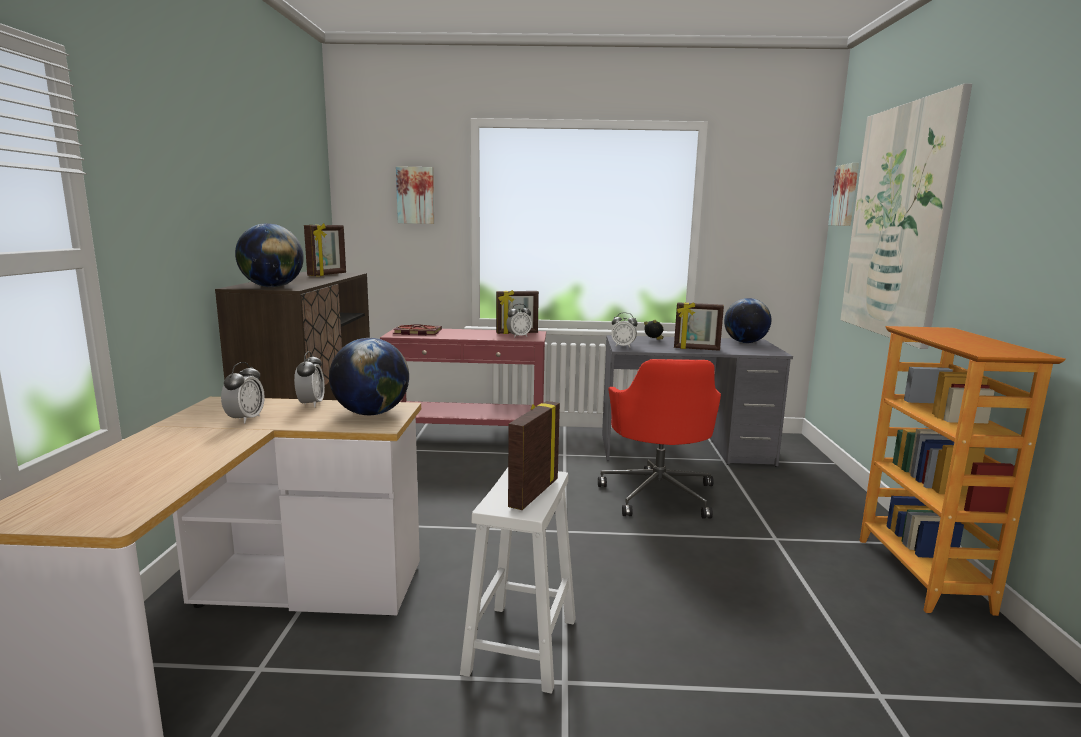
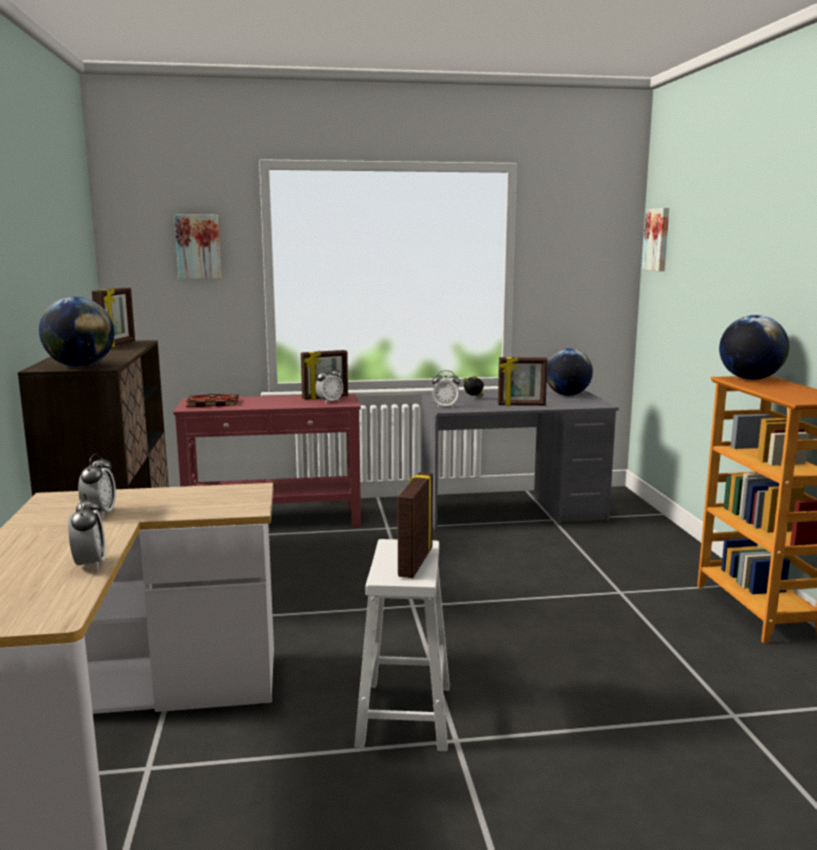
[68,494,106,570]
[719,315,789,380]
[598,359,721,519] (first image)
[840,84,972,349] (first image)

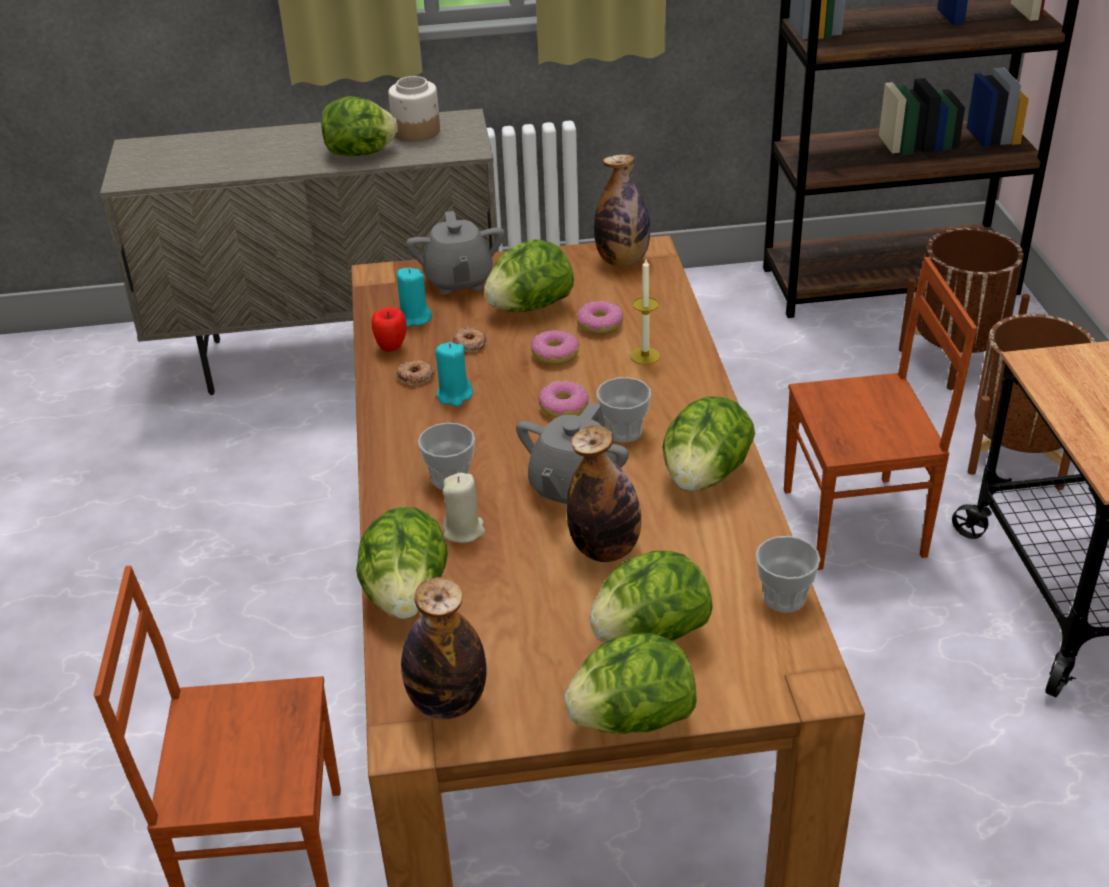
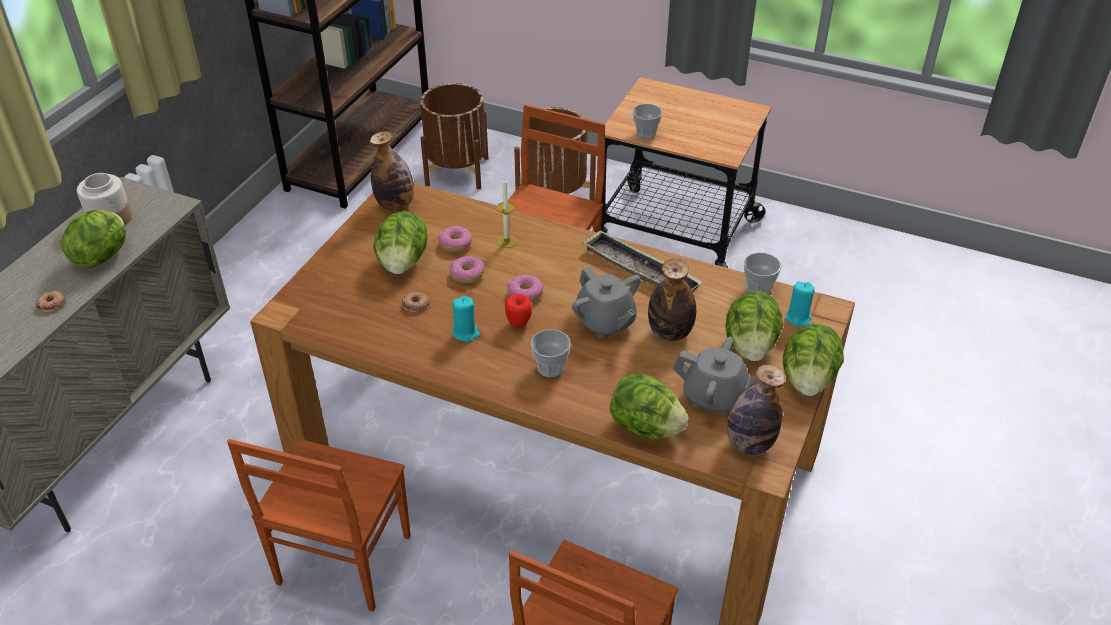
[505,294,532,328]
[786,282,815,327]
[36,291,65,312]
[673,337,759,415]
[443,473,485,543] (first image)
[633,104,662,139]
[582,230,702,291]
[227,439,411,611]

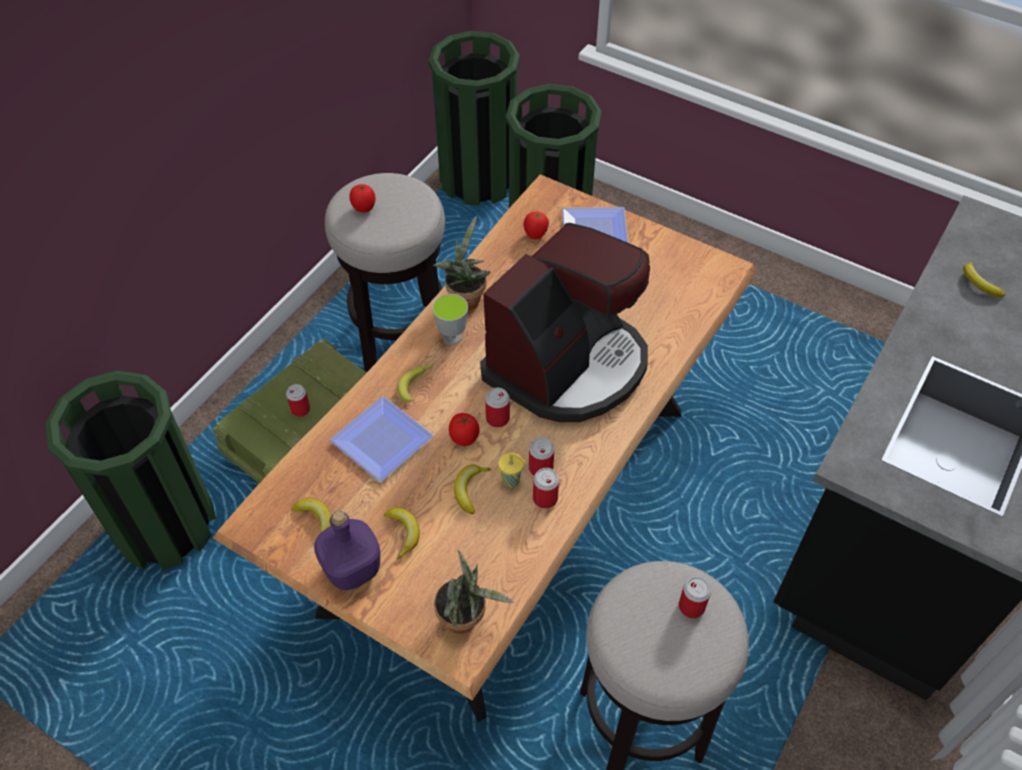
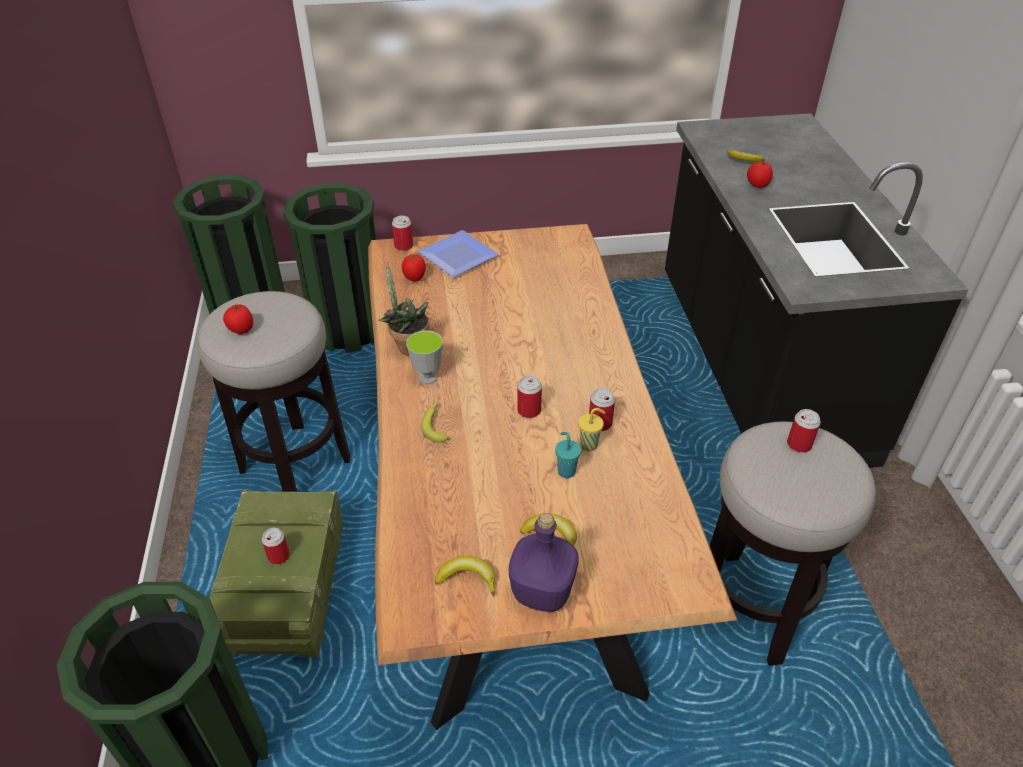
[329,396,434,482] (first image)
[434,550,514,634] (first image)
[747,162,773,188]
[555,432,581,478]
[480,223,650,422] (first image)
[392,216,413,251]

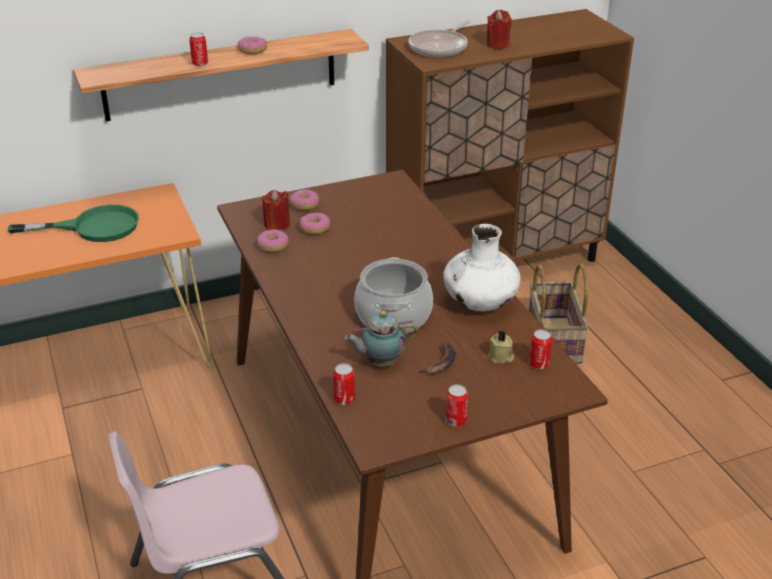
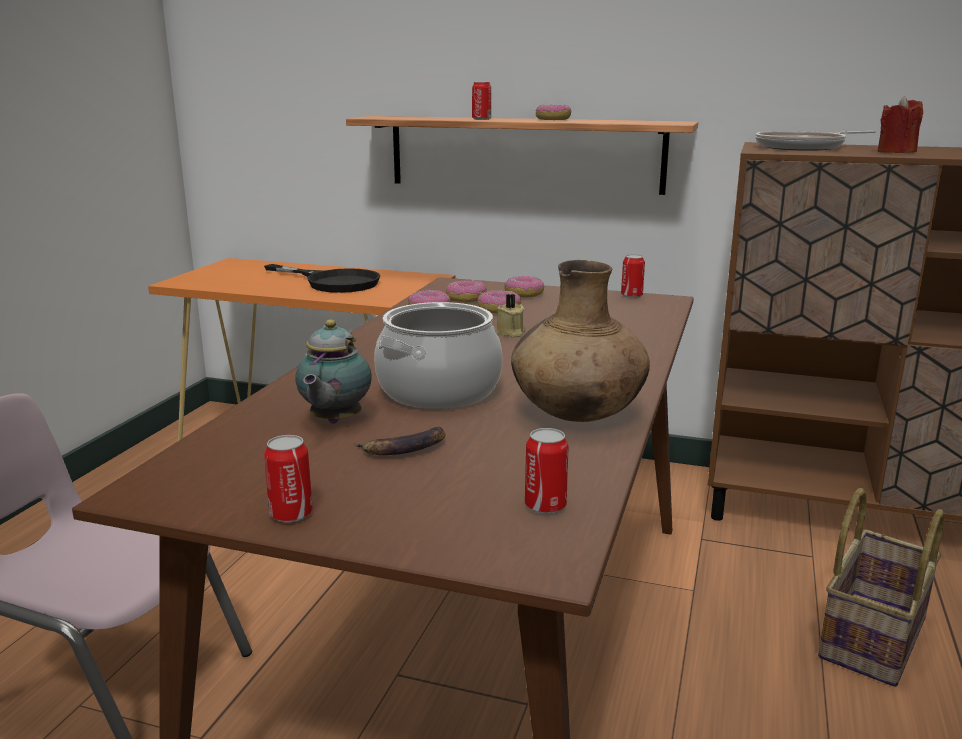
[264,264,380,293]
[446,280,487,302]
[621,254,645,298]
[295,320,372,424]
[511,260,650,422]
[496,294,525,337]

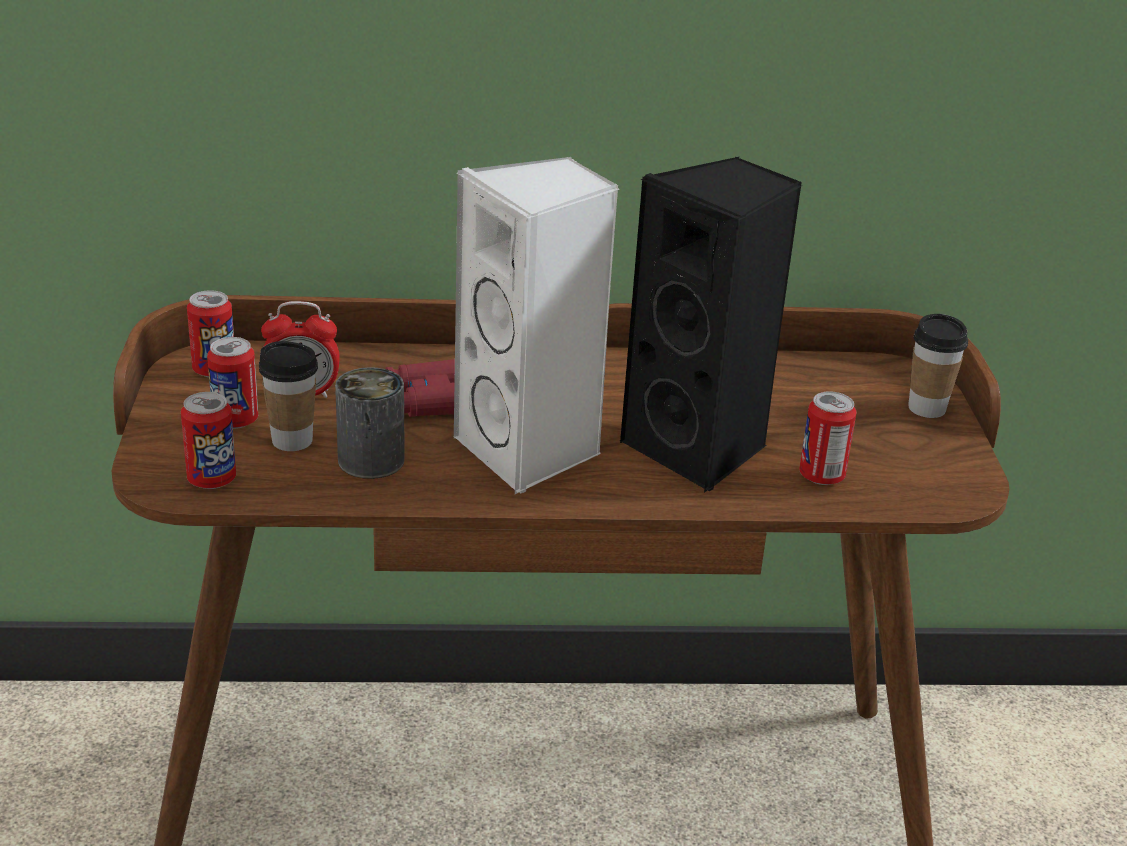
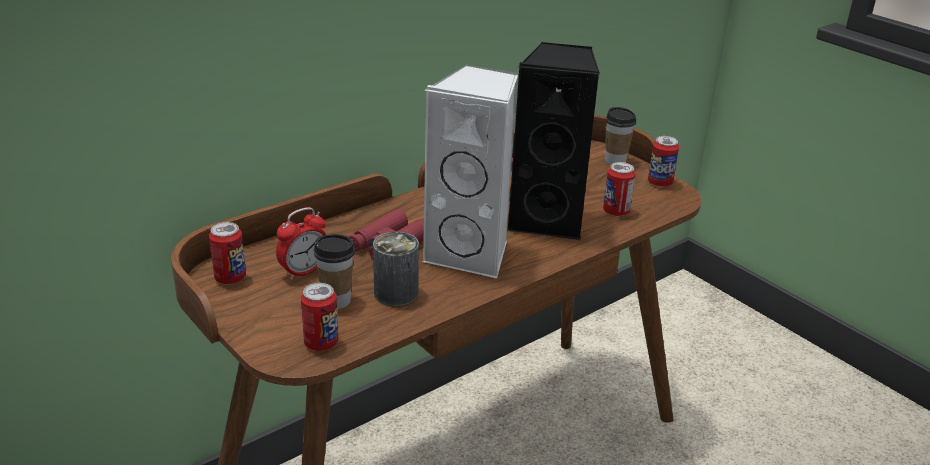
[648,136,679,188]

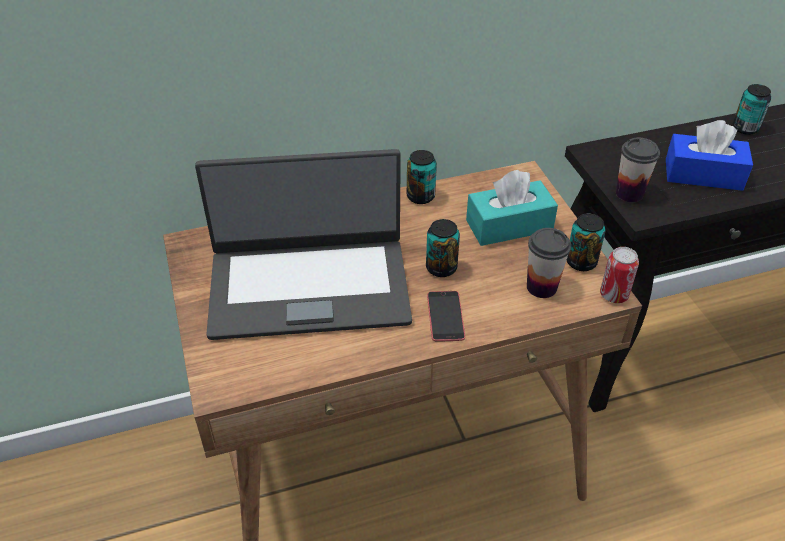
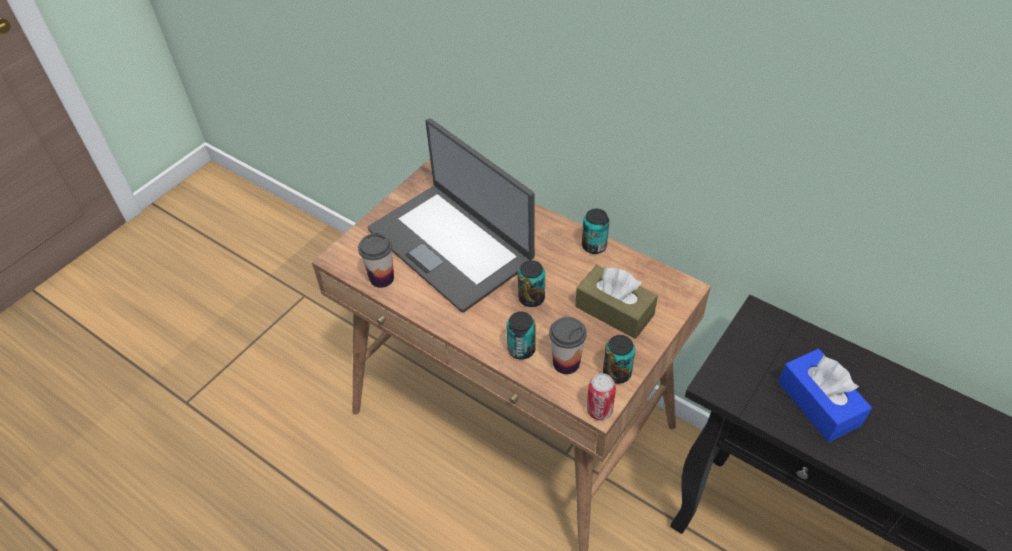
[427,291,465,342] (first image)
[575,265,658,339]
[358,233,394,288]
[507,311,536,360]

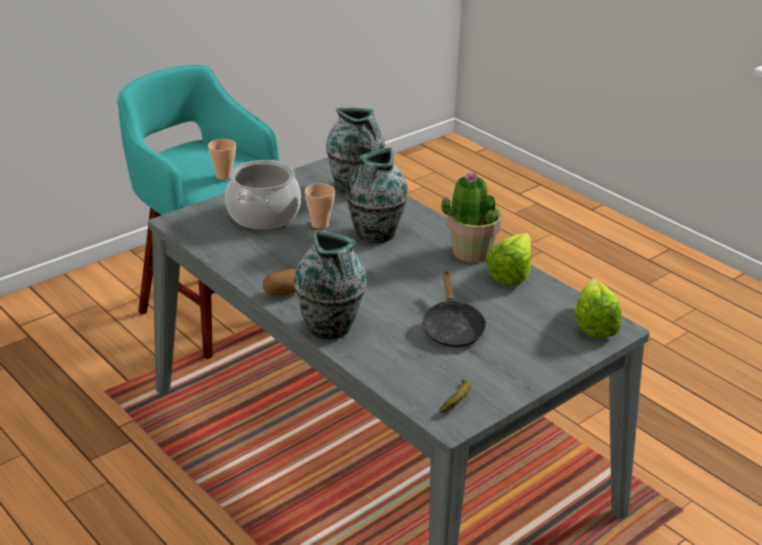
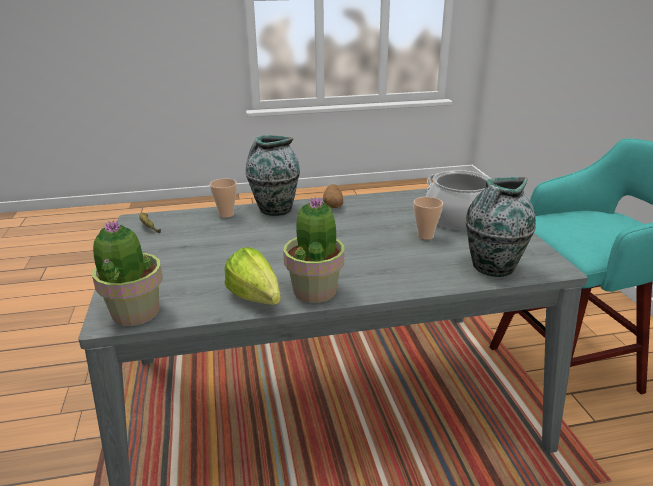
[210,179,237,218]
[345,147,408,243] (first image)
[421,270,487,347] (first image)
[92,220,163,326]

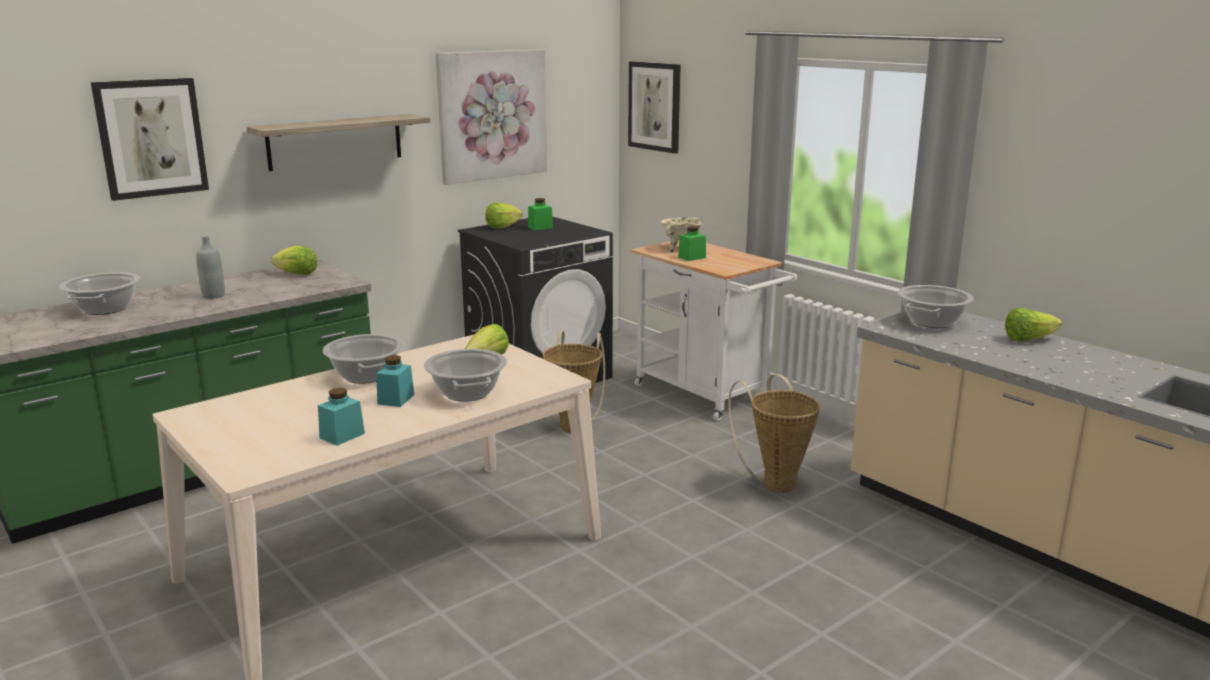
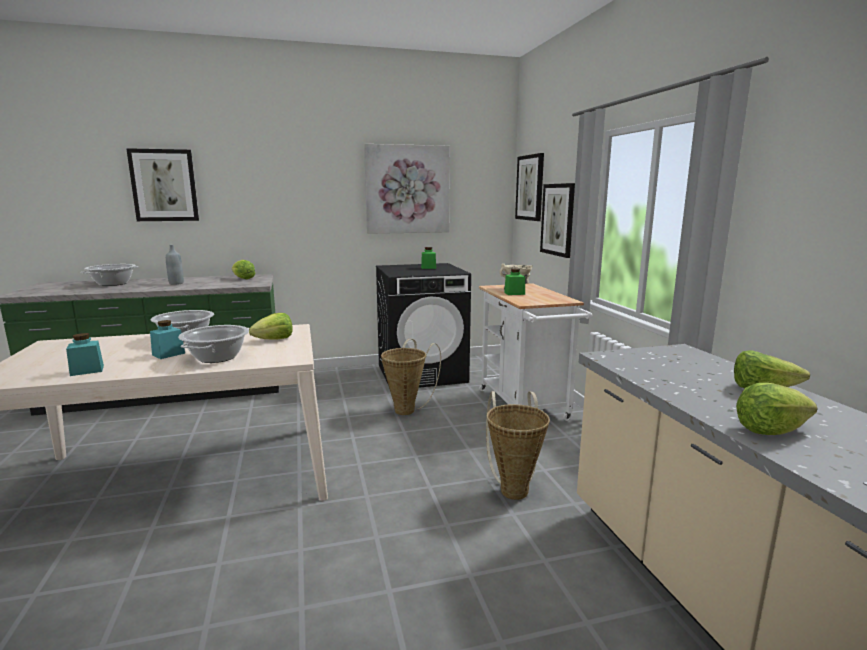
[247,114,430,171] (first image)
[736,383,818,435]
[898,285,973,328] (first image)
[540,183,575,258]

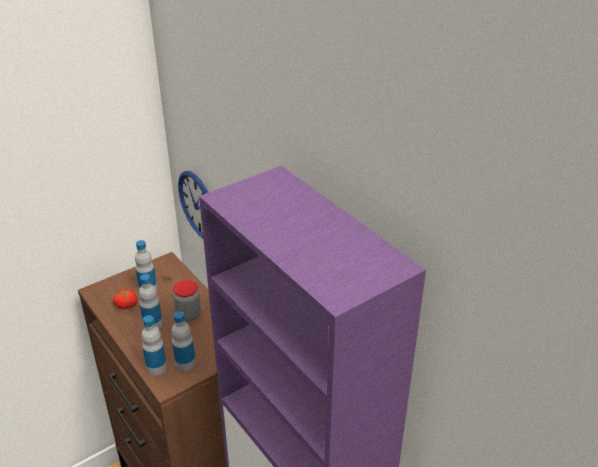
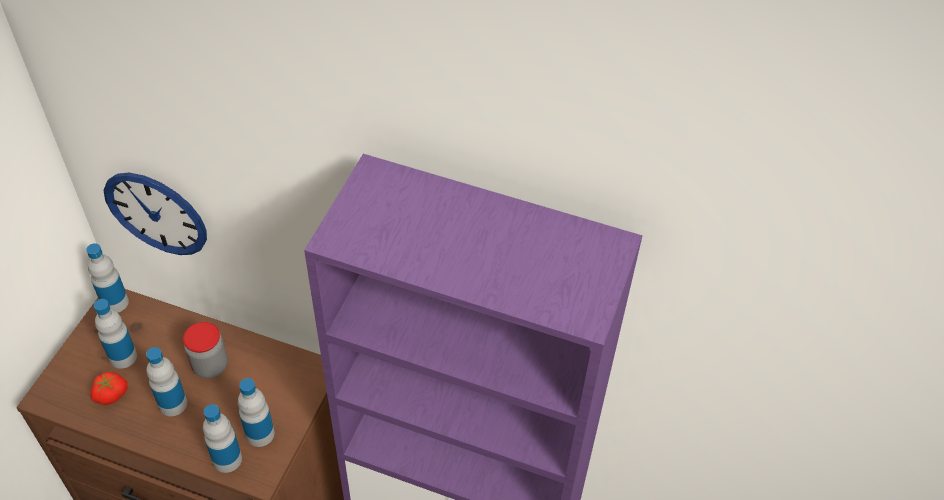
[86,243,129,313]

